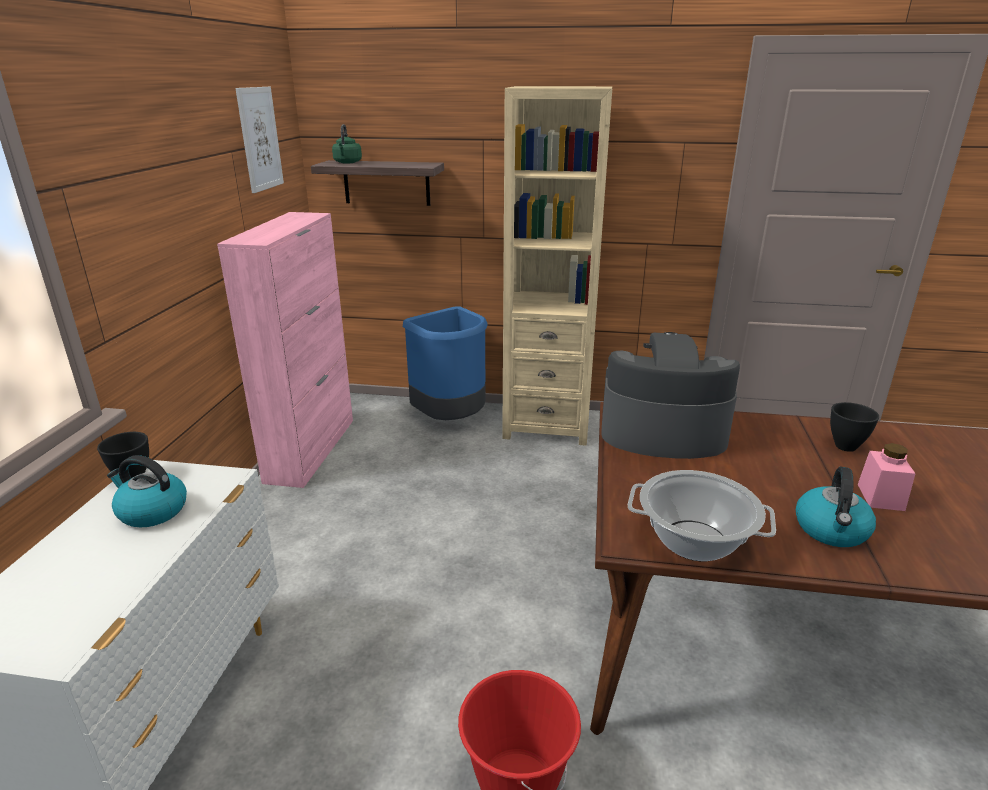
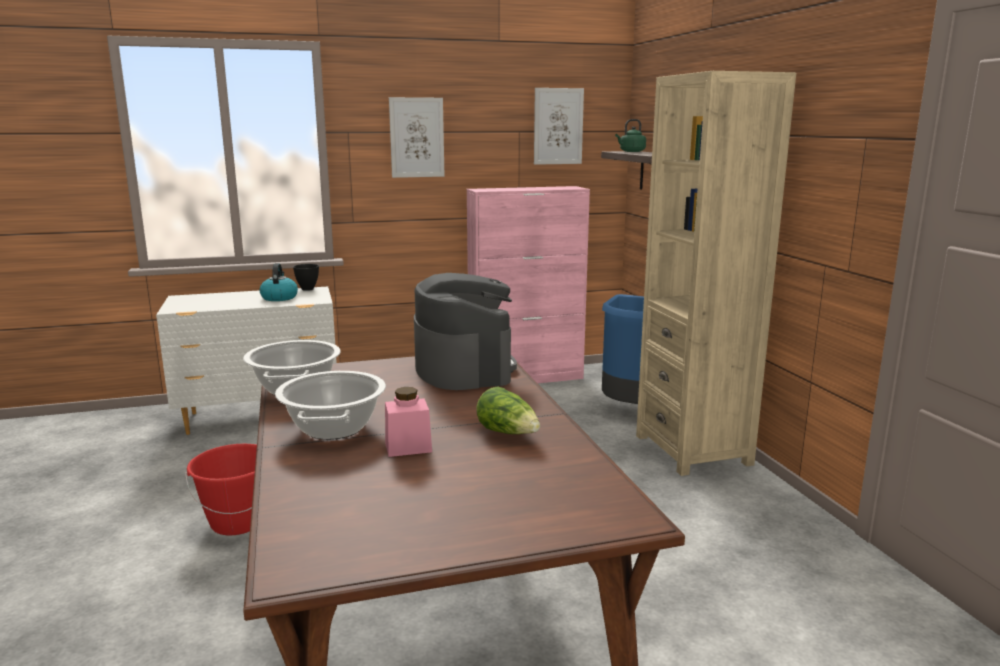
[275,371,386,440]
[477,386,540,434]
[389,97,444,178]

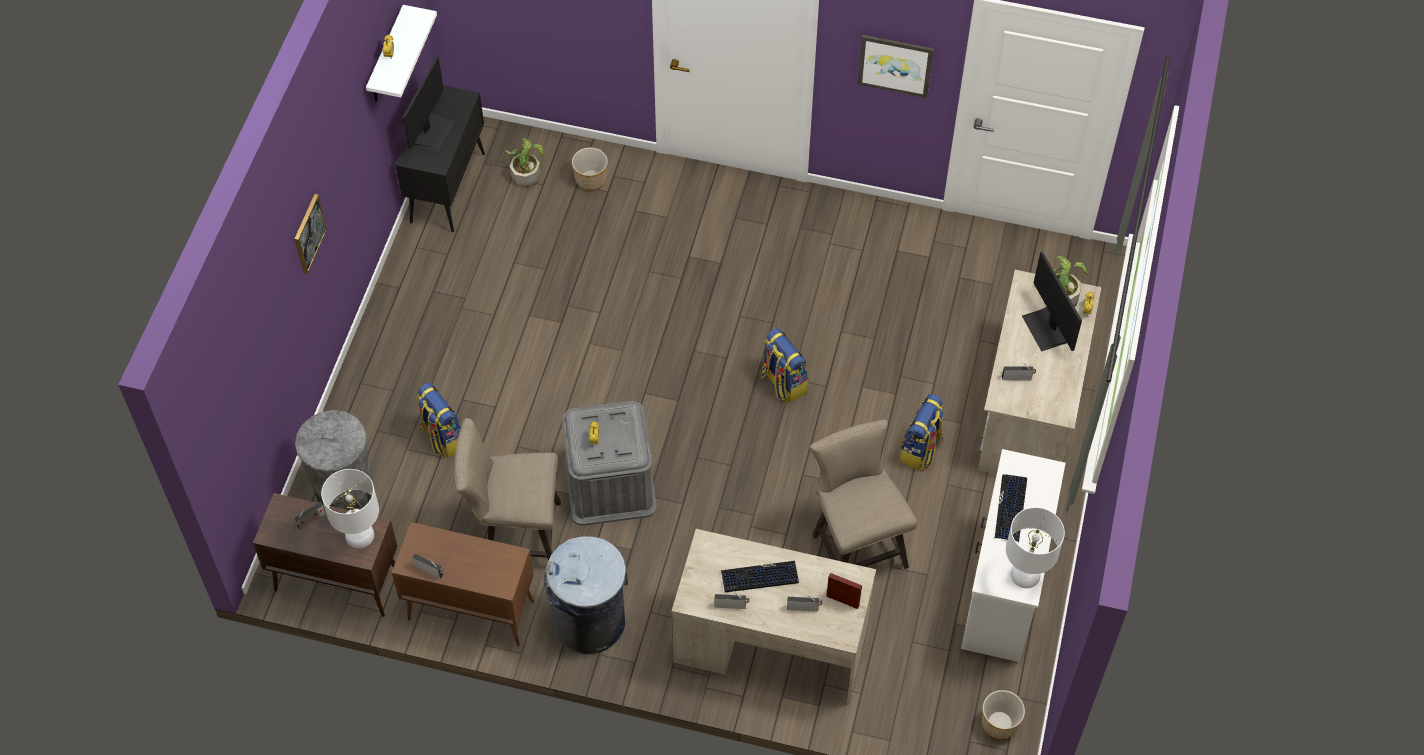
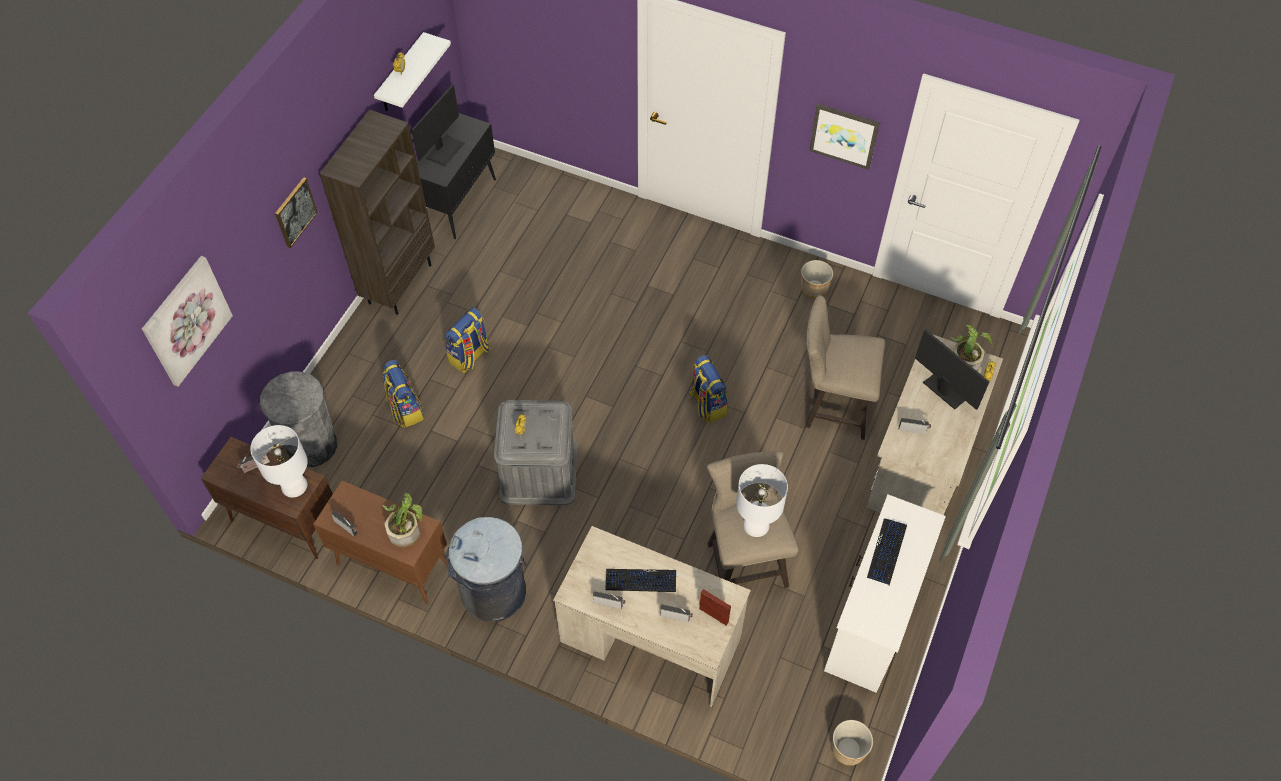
[805,295,885,440]
[383,493,422,548]
[801,260,833,298]
[445,307,490,373]
[736,464,788,537]
[915,329,990,410]
[142,256,233,386]
[319,110,435,315]

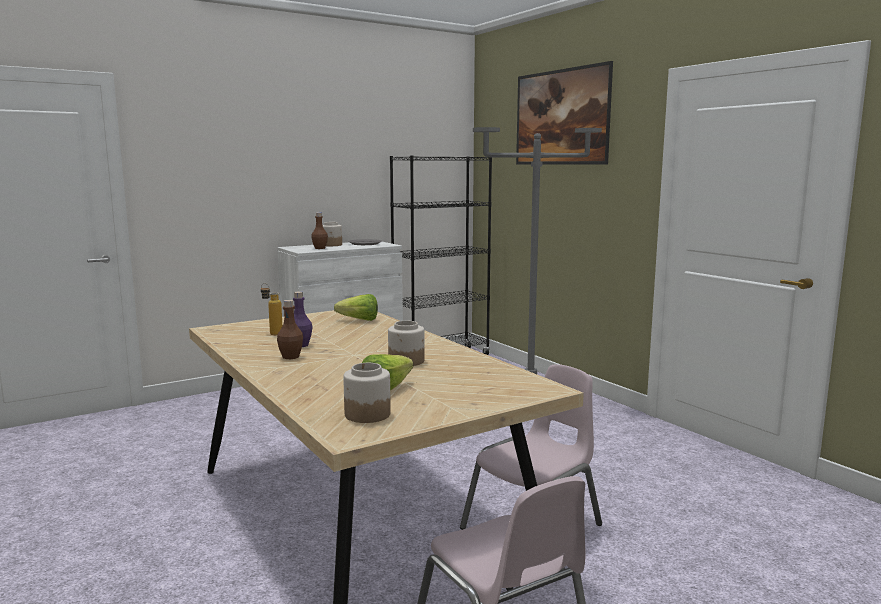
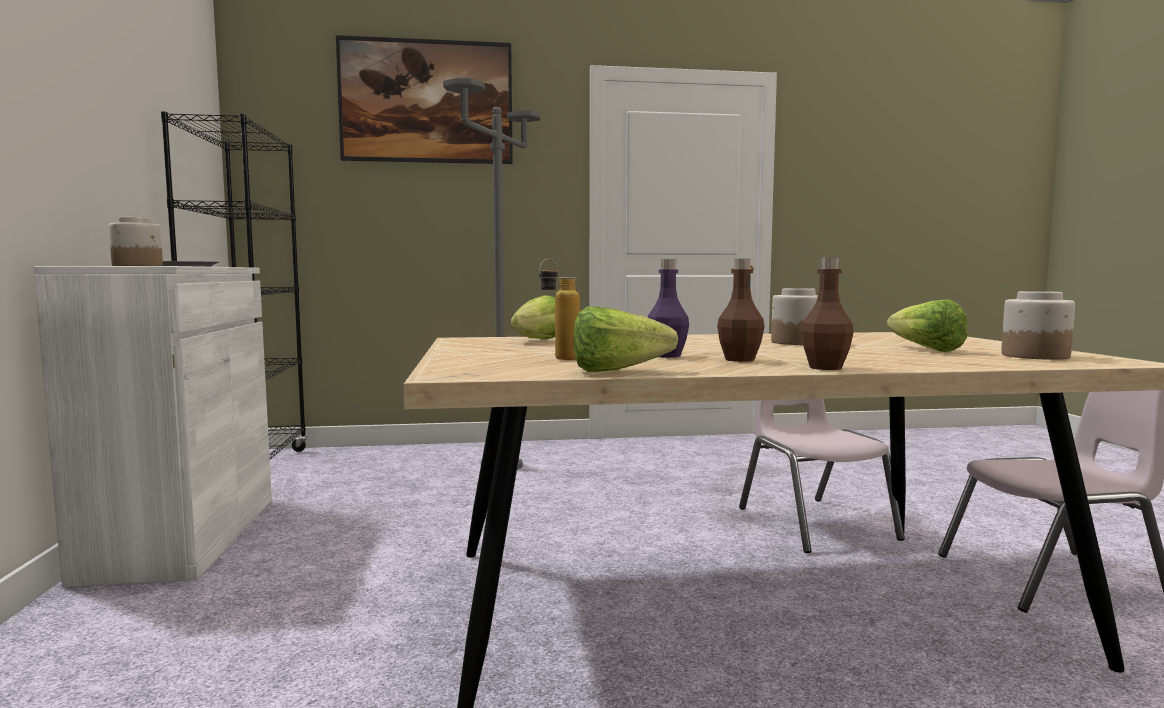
[801,257,854,370]
[574,307,678,372]

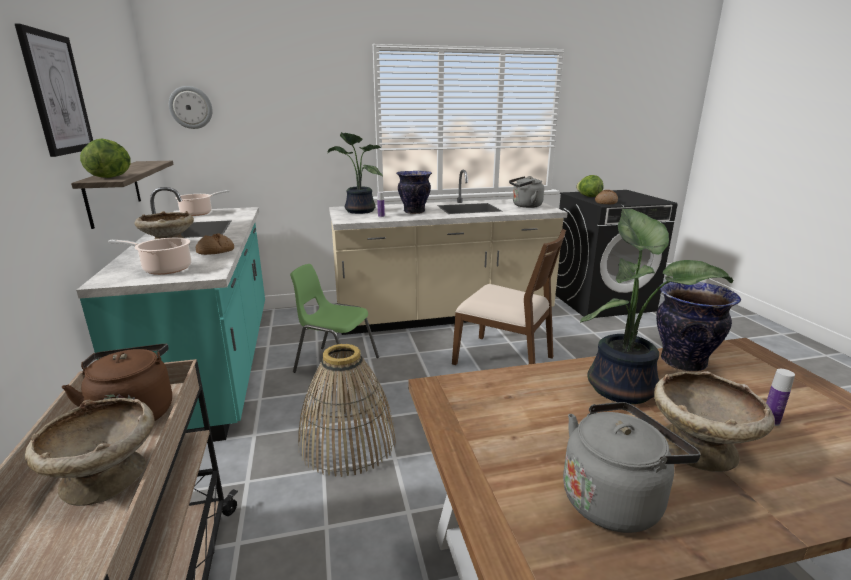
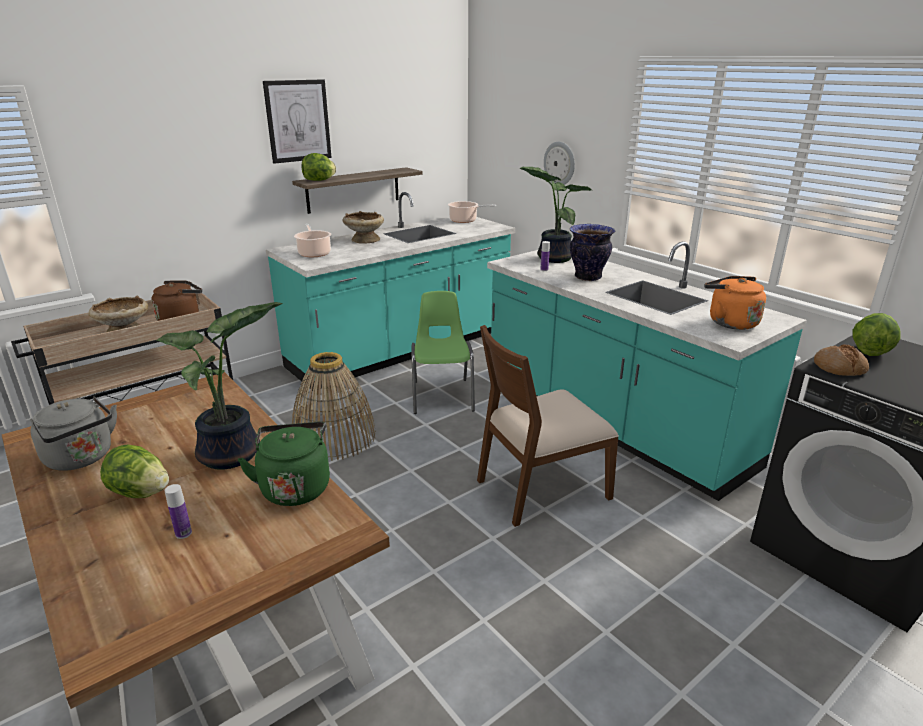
[544,142,575,185]
[196,233,234,255] (first image)
[487,241,807,501]
[477,325,619,527]
[704,276,766,330]
[100,445,169,498]
[238,422,330,506]

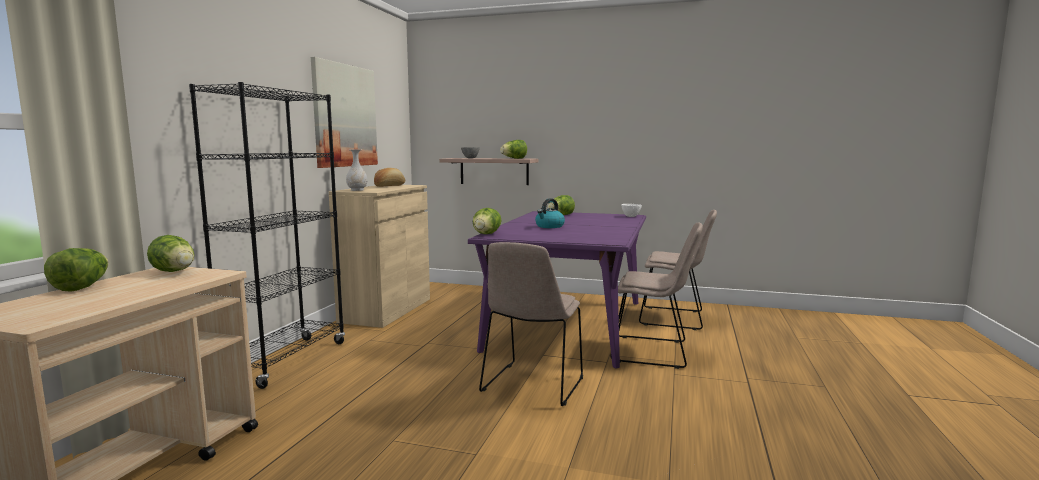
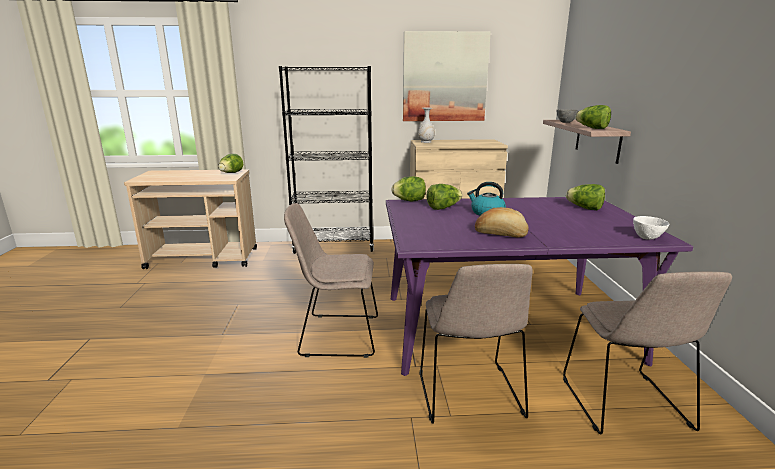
[426,184,462,210]
[475,207,529,237]

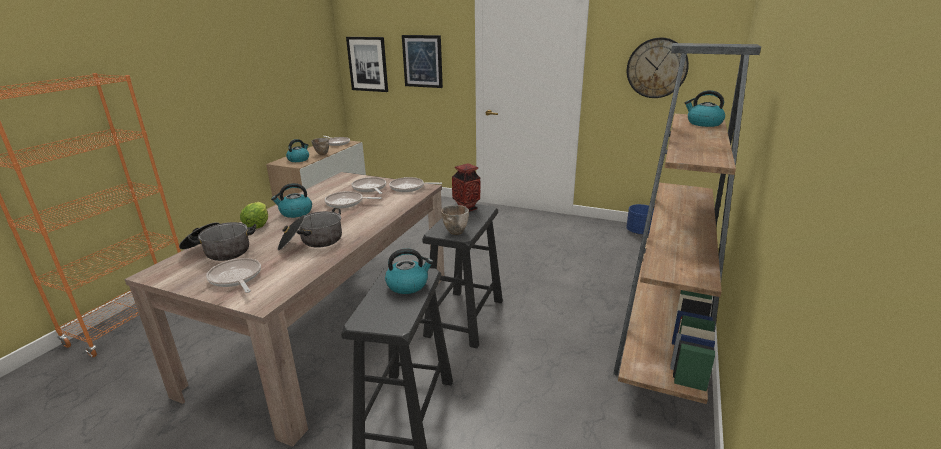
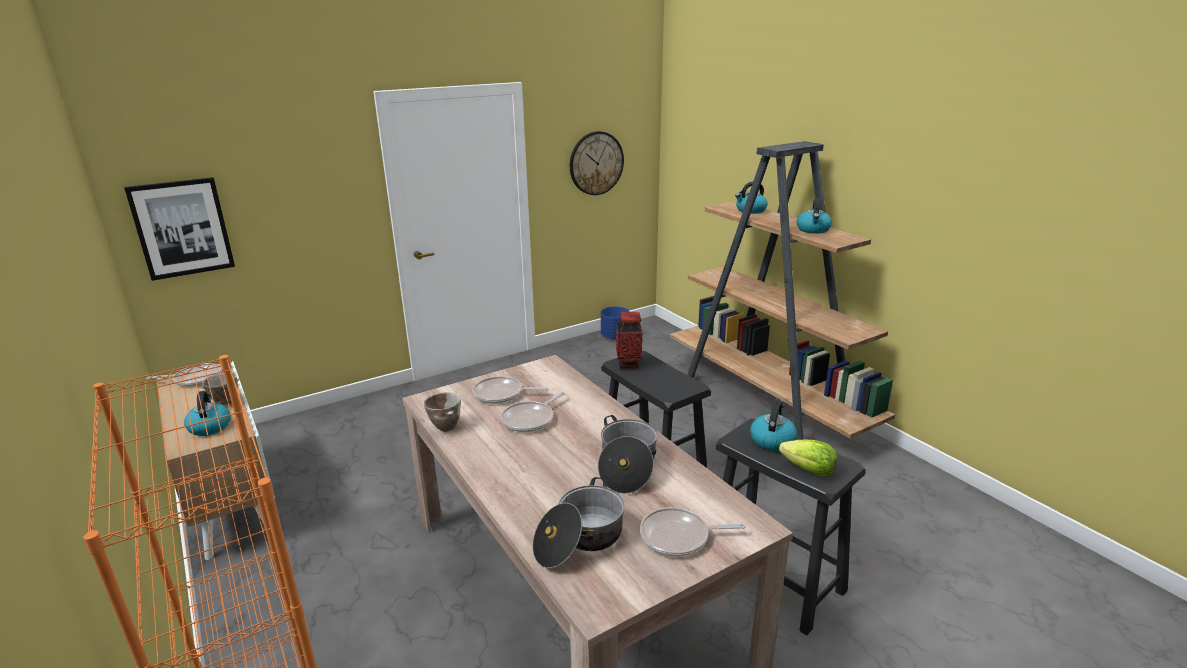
[779,440,837,476]
[797,198,832,234]
[389,177,442,192] (first image)
[402,35,443,88] (first image)
[424,392,461,432]

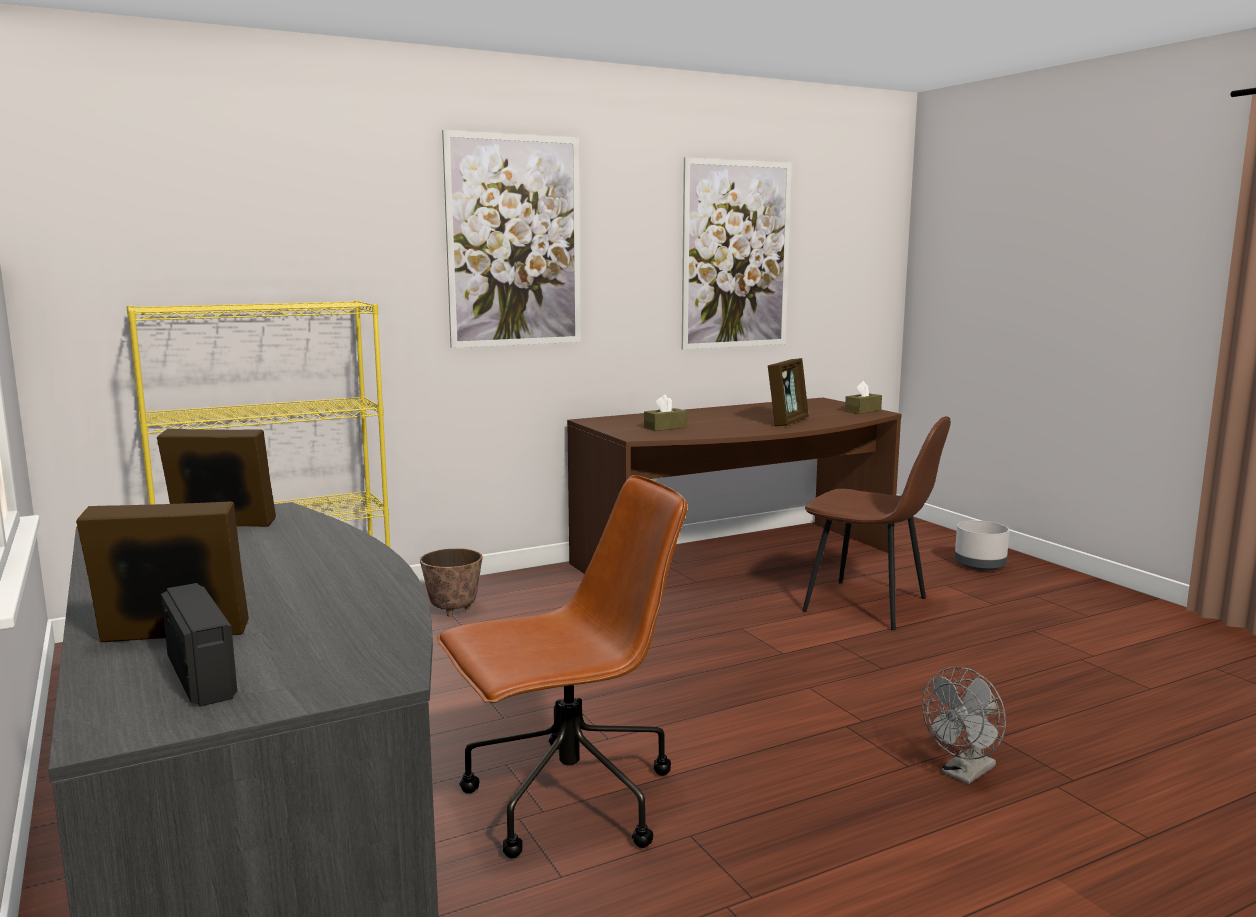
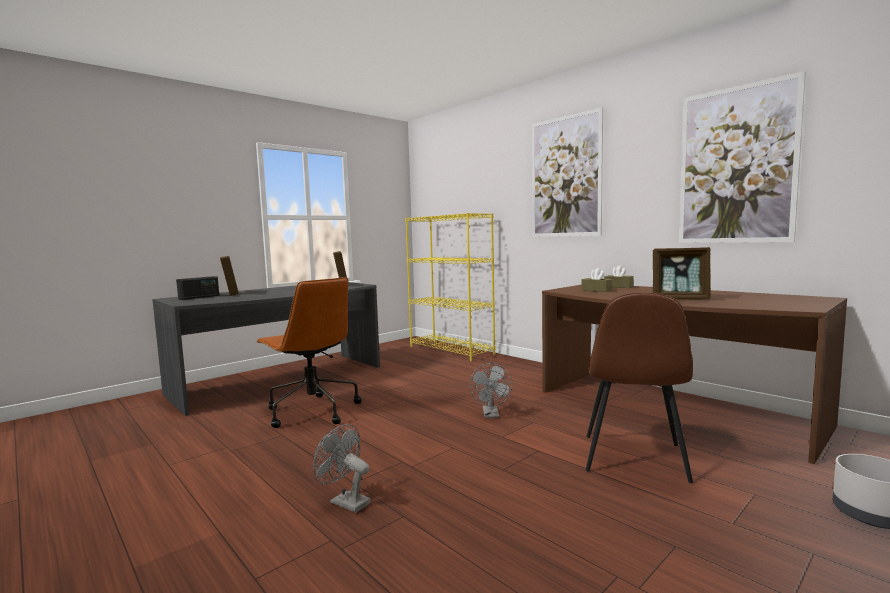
[420,548,483,616] (first image)
[604,266,634,288]
[470,363,513,418]

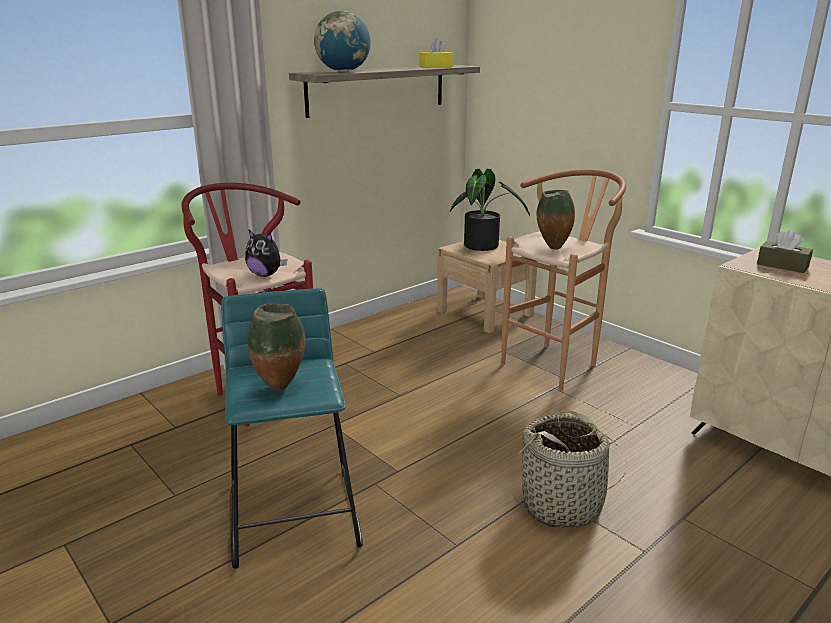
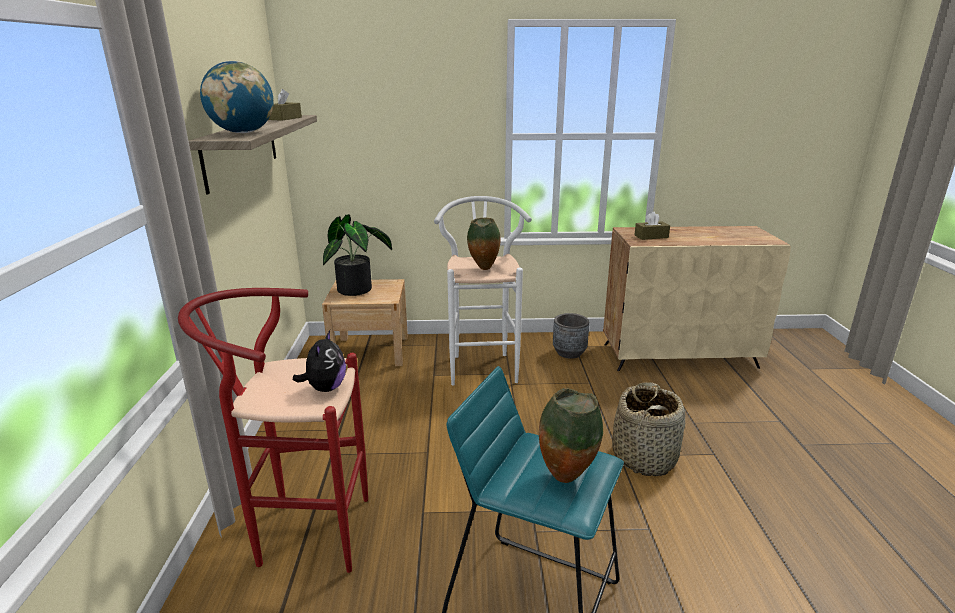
[293,330,346,392]
[268,89,302,121]
[434,196,532,386]
[553,313,589,359]

